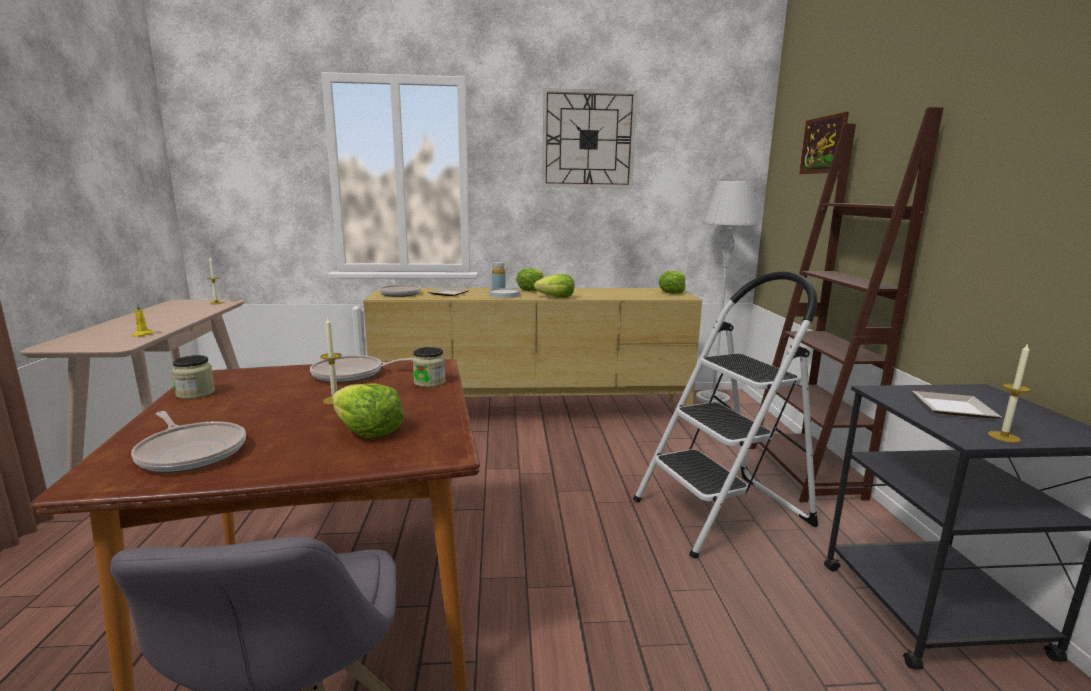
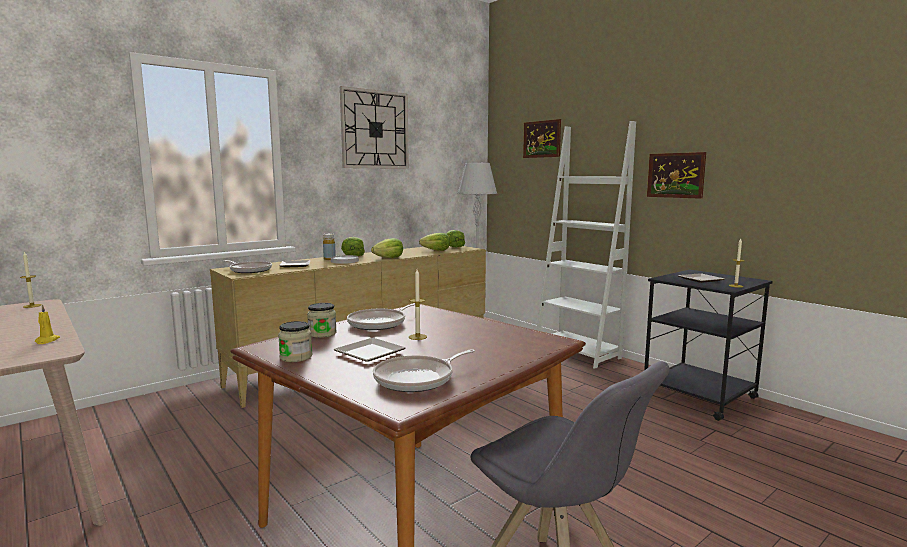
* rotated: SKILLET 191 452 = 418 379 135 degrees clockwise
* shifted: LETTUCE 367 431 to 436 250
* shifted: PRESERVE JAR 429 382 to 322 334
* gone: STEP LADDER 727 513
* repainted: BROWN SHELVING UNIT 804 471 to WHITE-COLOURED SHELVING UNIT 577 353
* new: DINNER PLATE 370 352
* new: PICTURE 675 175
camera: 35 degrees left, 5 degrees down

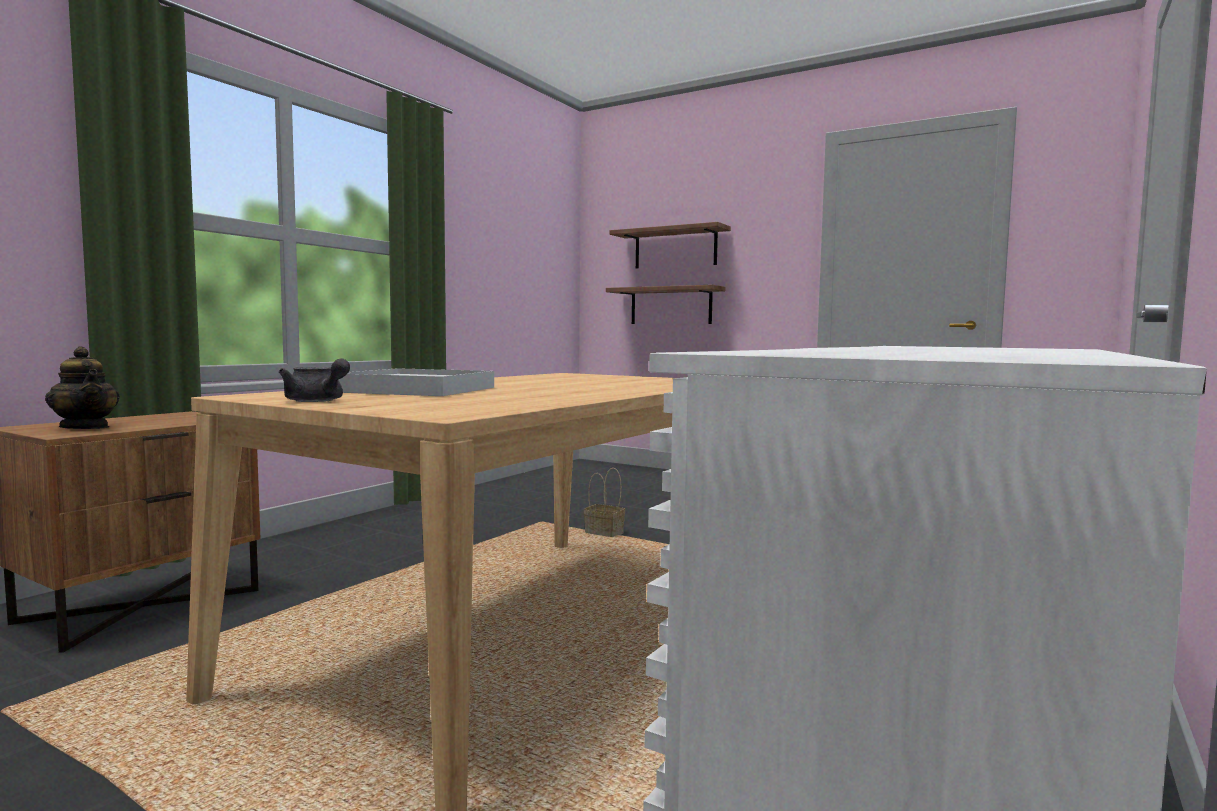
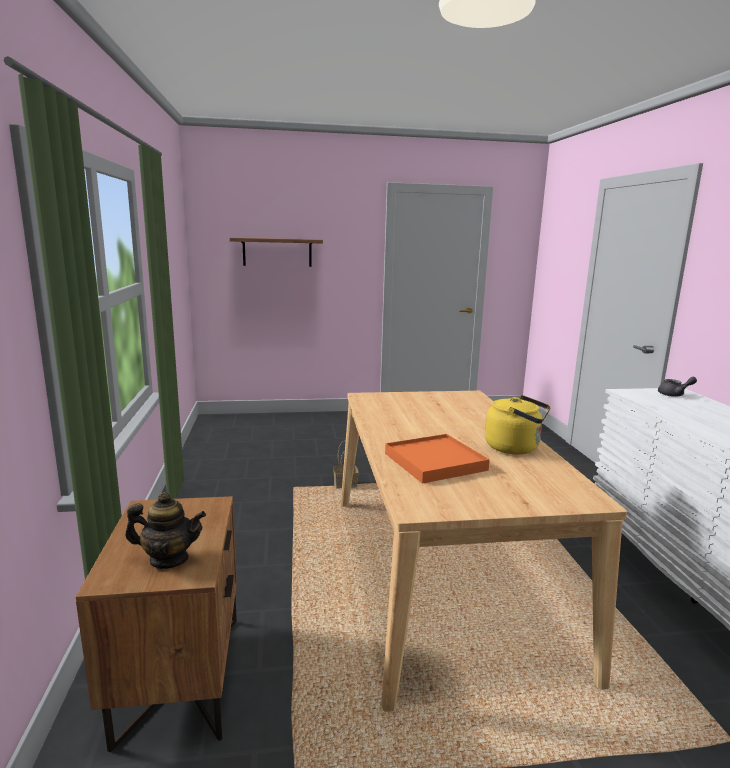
* shifted: GREY TEAPOT 317 401 to 674 394
* repainted: WHITE-COLOURED CARRYING TRAY 418 390 to ORANGE CARRYING TRAY 435 461
* gone: WALL SHELF 671 306
* new: YELLOW KETTLE 515 448
camera: 40 degrees left, 10 degrees up

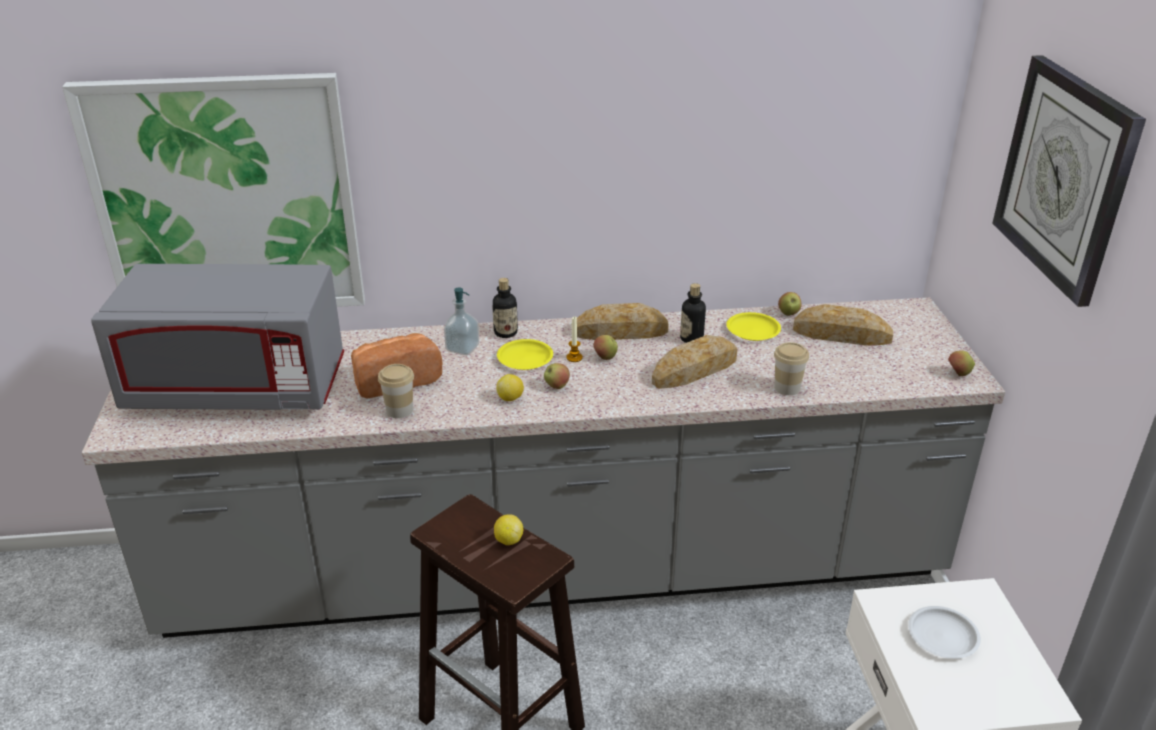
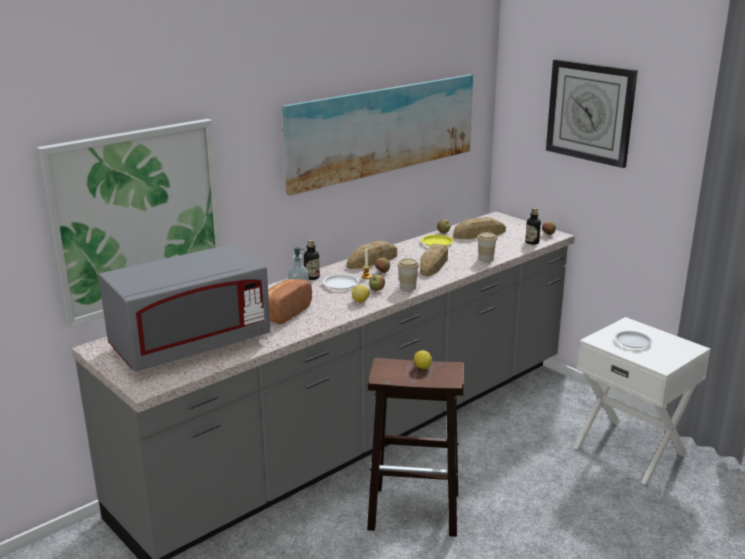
* shifted: SMALL CUP 399 410 to 407 287
* repainted: YELLOW DINNER PLATE 525 358 to WHITE-COLOURED DINNER PLATE 341 284
* shifted: DRINK BOTTLE 691 338 to 532 242
* new: PICTURE 381 129
camera: 35 degrees left, 10 degrees down

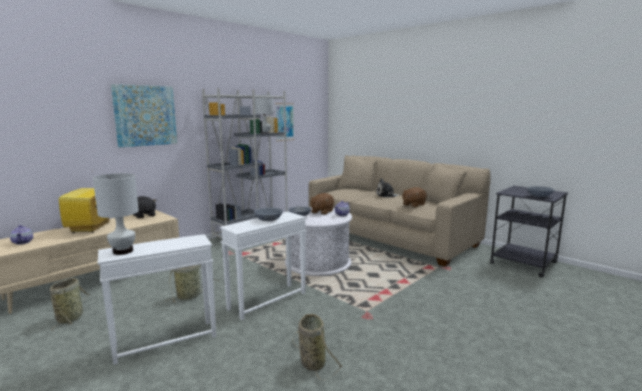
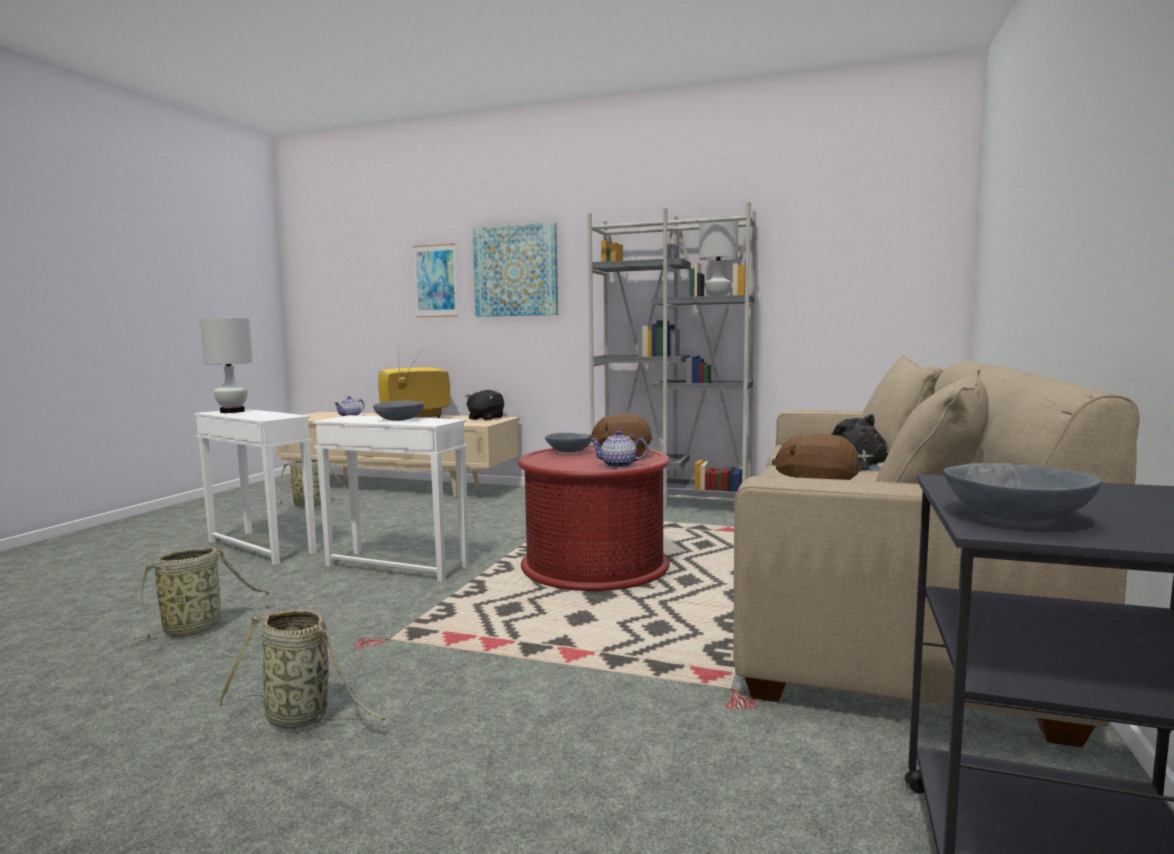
* shifted: STORAGE BASKET 190 296 to 302 718
* shifted: PICTURE 284 122 to 435 281
* repainted: WHITE-COLOURED LOUNGE TABLE 318 262 to RED-COLOURED LOUNGE TABLE 595 565
camera: 65 degrees right, 5 degrees down

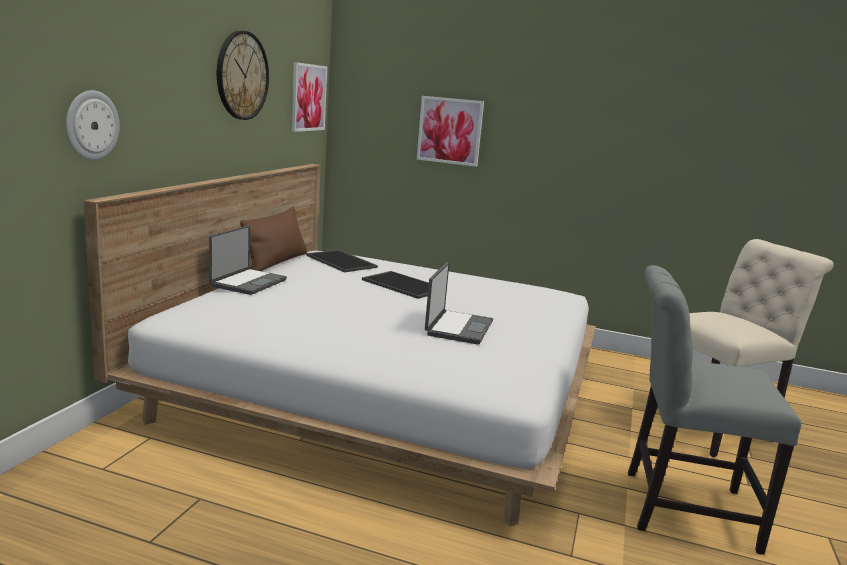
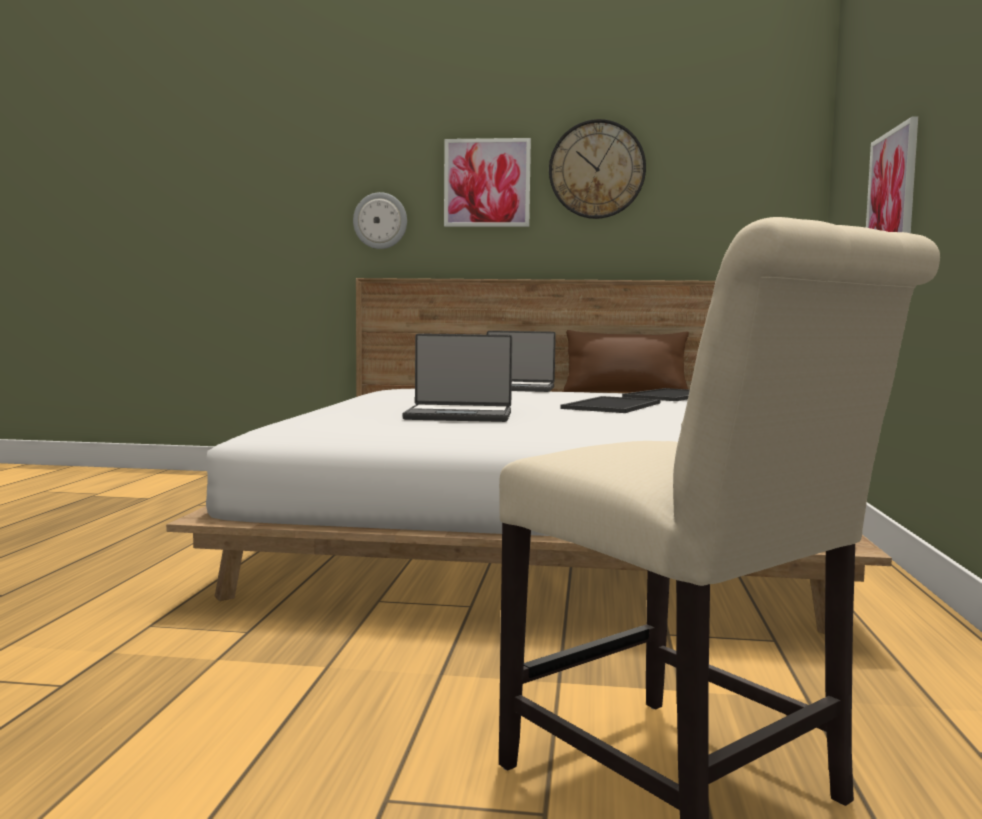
* shifted: PICTURE 308 97 to 487 183
* gone: GREY CHAIR 678 507
camera: 80 degrees right, 10 degrees down

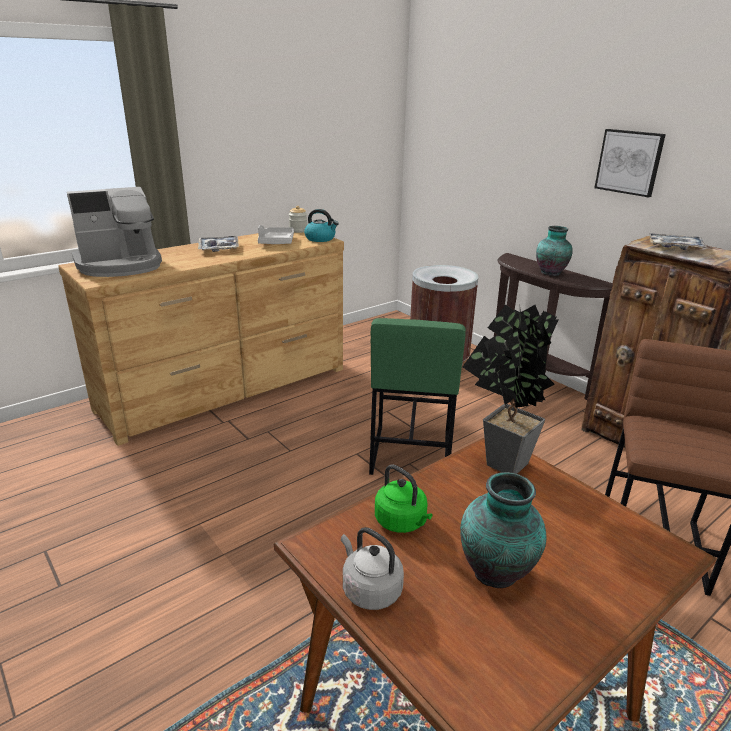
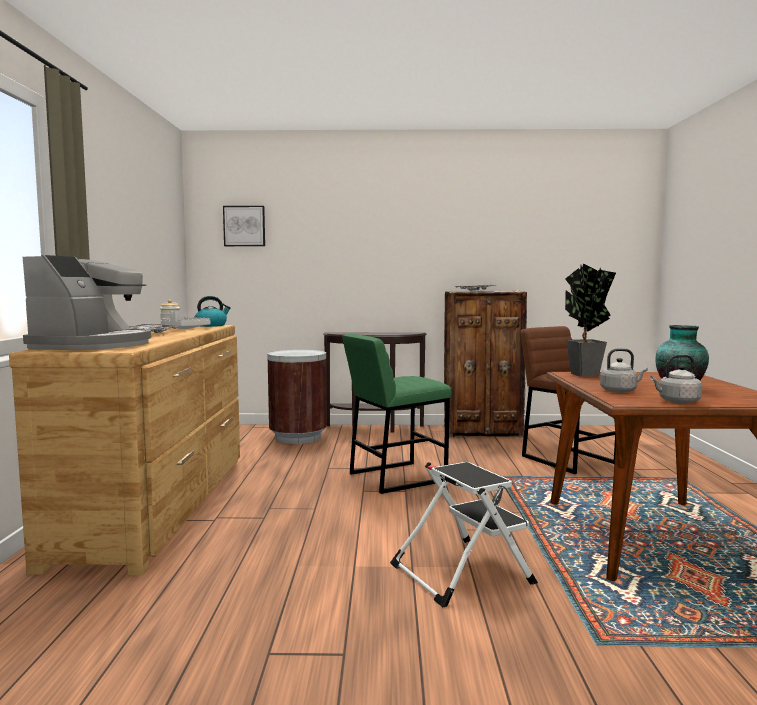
* rotated: GREENISH CHAIR 411 454 = 395 477 105 degrees clockwise
* repainted: GREENISH KETTLE 402 522 to GREY KETTLE 620 391
* gone: DECORATIVE VASE 550 272
* shifted: PICTURE 629 162 to 244 226
* new: STEP LADDER 462 570
camera: 50 degrees left, 20 degrees down

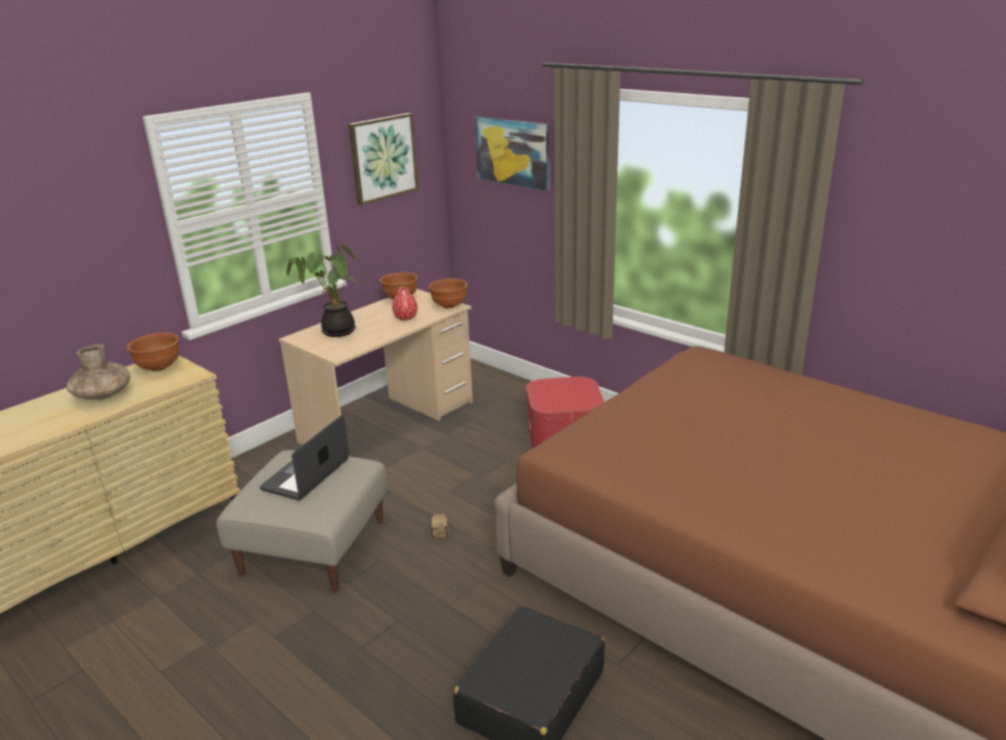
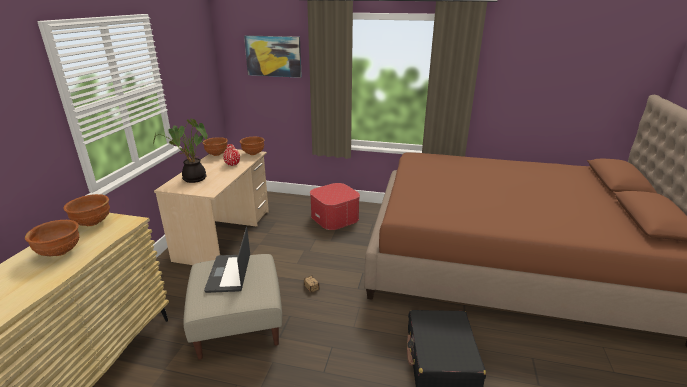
* swapped: BROWN DECORATIVE VASE 103 395 to BROWN SERVING BOWL 60 252
* gone: PICTURE 383 158
camera: 30 degrees left, 0 degrees up

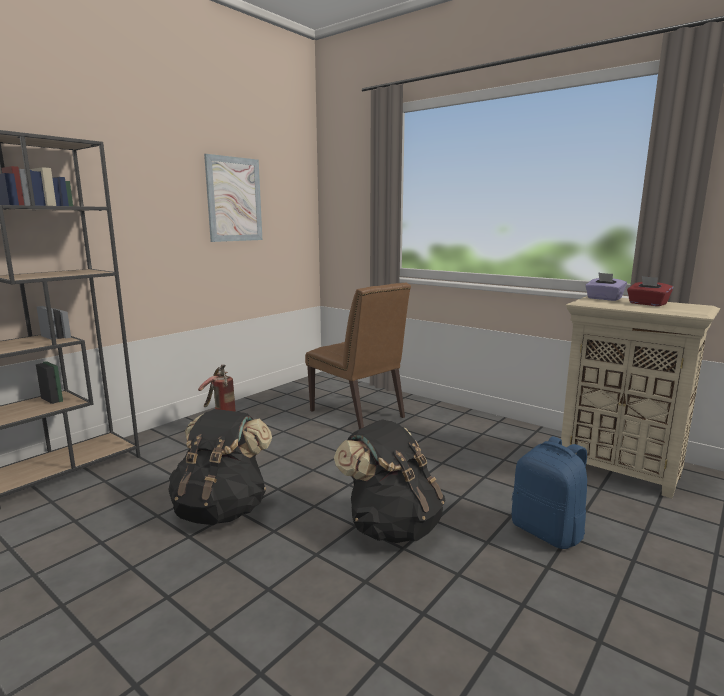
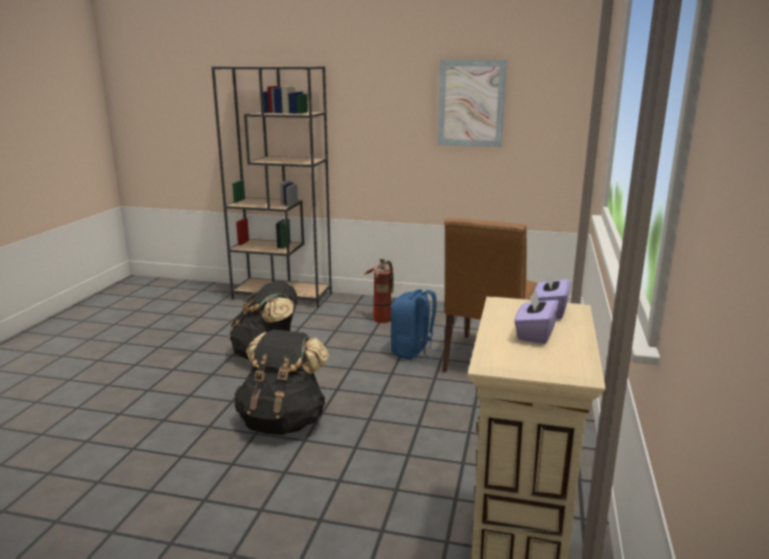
* shifted: BLUISH KNAPSACK 548 532 to 413 352
* repainted: RED-COLOURED BOX OF TISSUES 647 304 to PURPLE BOX OF TISSUES 535 334
camera: 65 degrees right, 5 degrees up

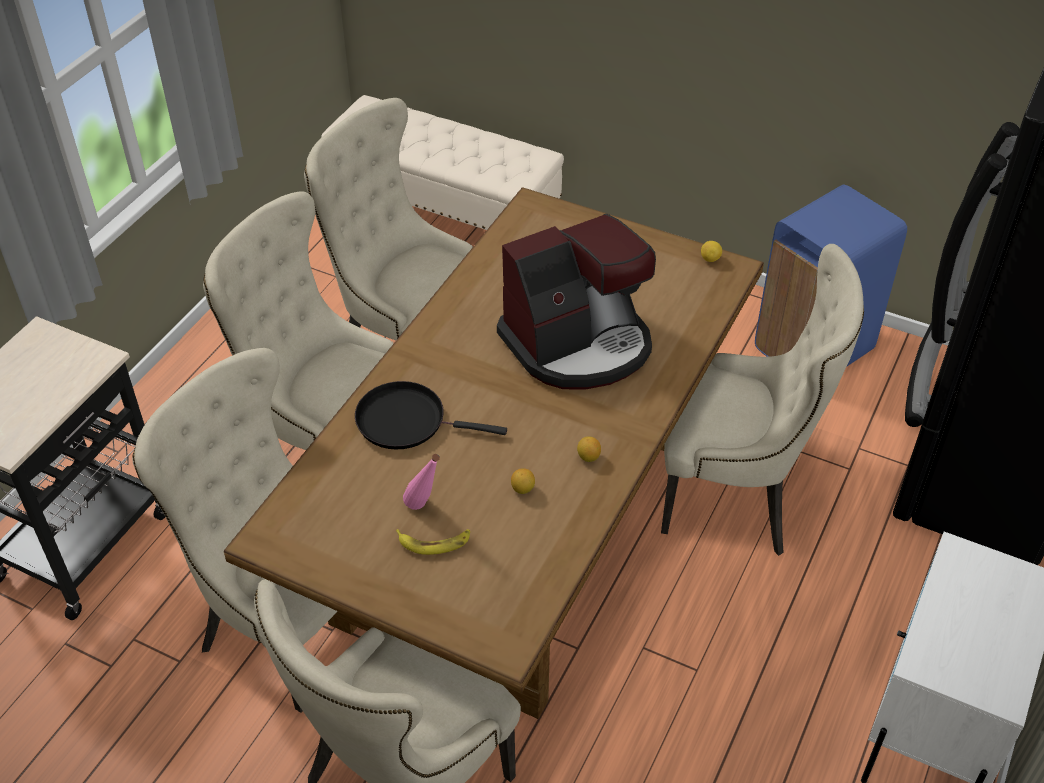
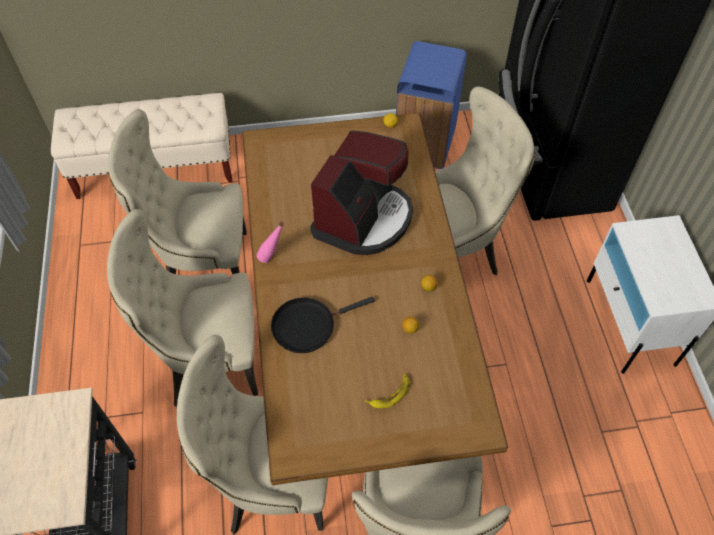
* shifted: PINK DRINK BOTTLE 424 509 to 273 258
camera: 35 degrees left, 10 degrees up

